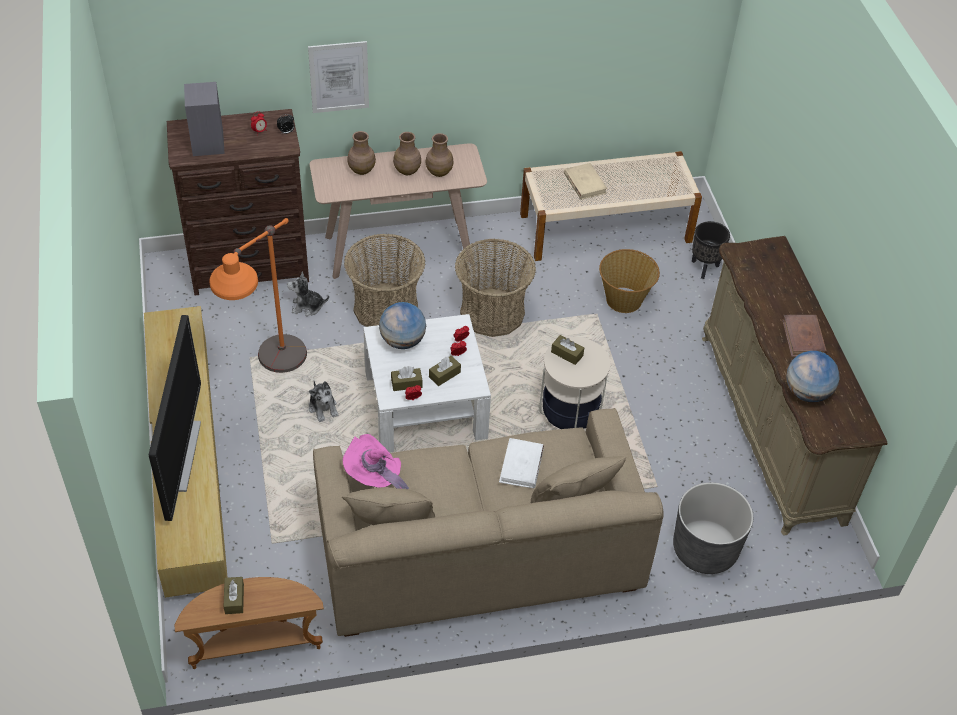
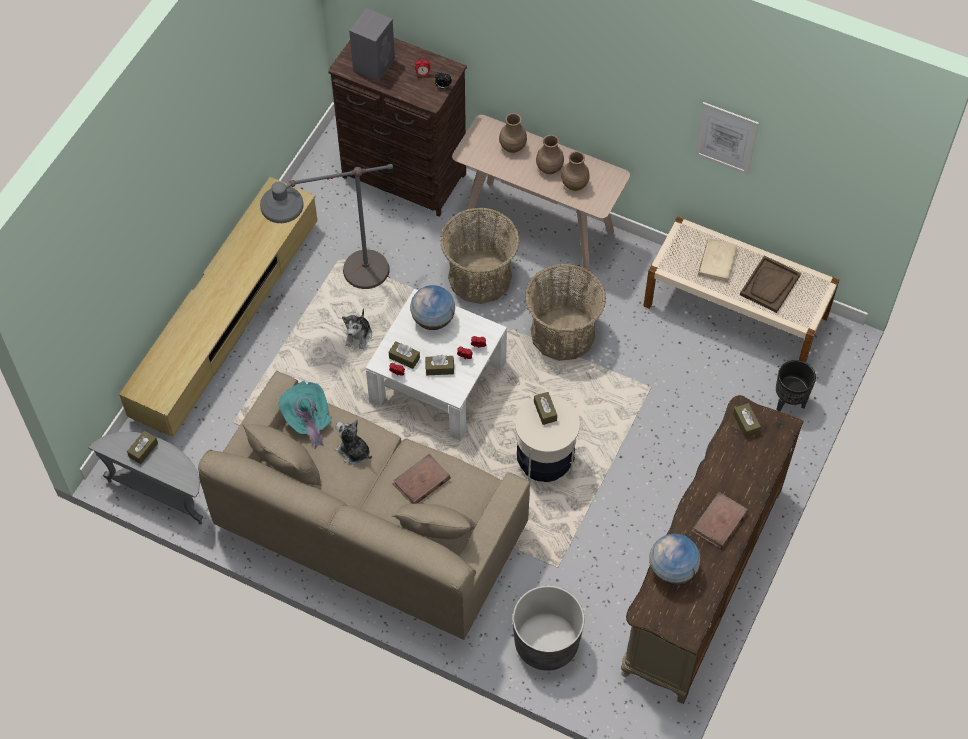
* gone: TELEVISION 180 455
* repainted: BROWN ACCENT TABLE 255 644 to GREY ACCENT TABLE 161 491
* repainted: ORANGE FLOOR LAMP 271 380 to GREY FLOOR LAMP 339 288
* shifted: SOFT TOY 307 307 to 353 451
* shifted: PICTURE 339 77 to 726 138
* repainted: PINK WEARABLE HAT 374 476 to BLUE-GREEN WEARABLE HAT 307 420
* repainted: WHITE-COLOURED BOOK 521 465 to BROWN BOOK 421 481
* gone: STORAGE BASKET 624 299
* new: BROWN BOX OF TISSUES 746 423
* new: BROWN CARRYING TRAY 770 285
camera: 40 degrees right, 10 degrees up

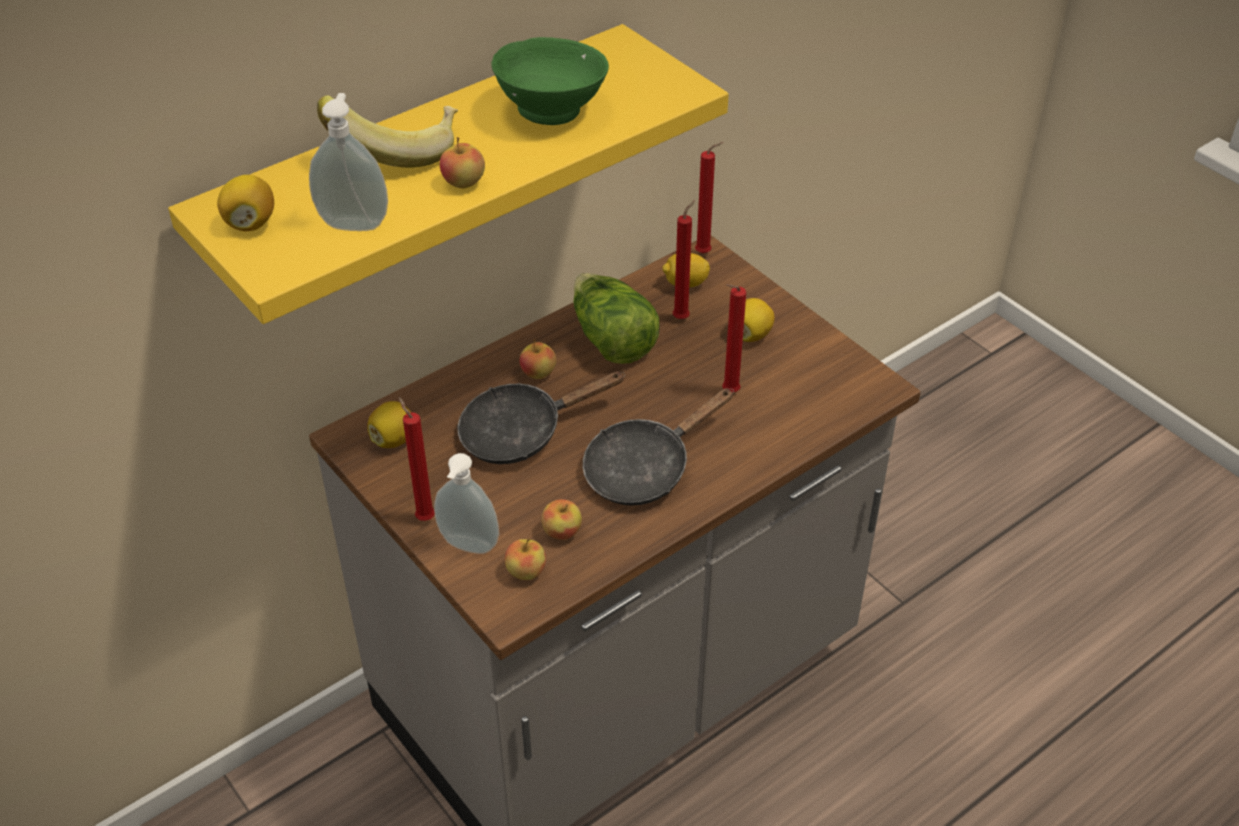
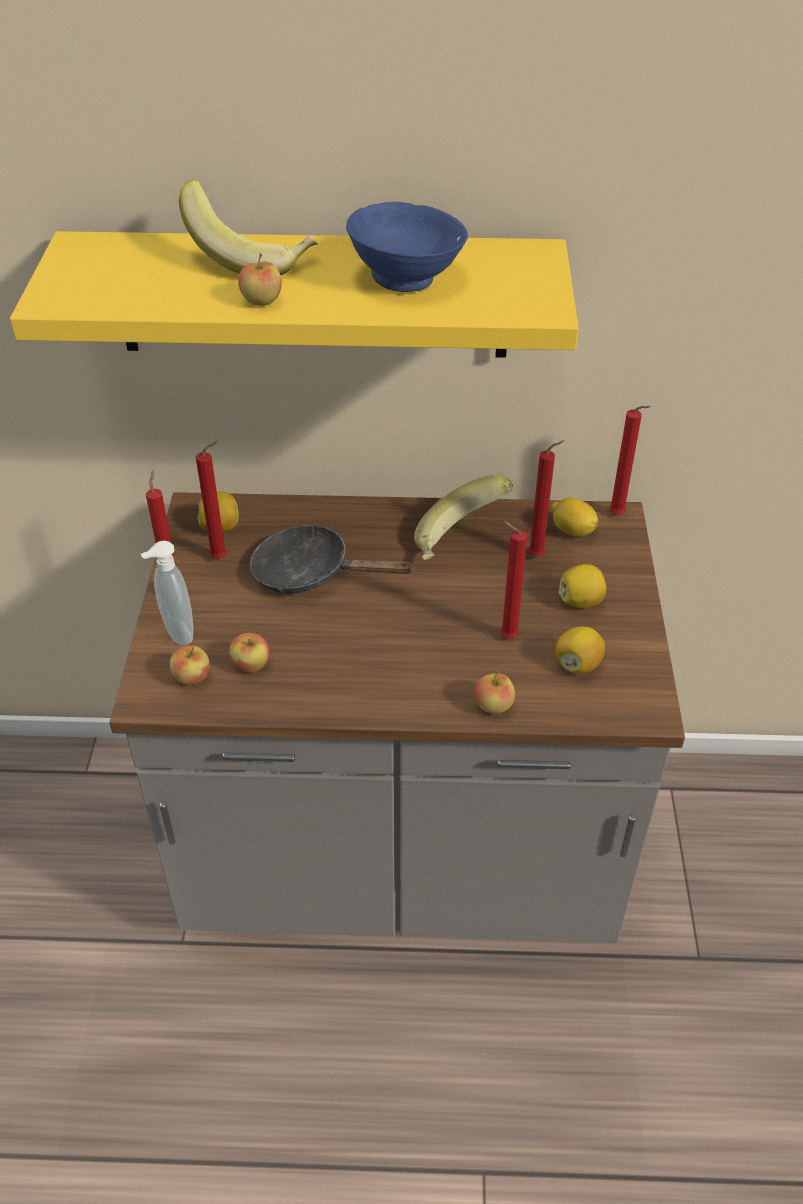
* shifted: LEMON 250 223 to 577 664
* gone: LIQUID SOAP BOTTLE 354 222
* repainted: GREENISH SERVING BOWL 553 110 to BLUISH SERVING BOWL 408 279
* shifted: WHOLE APPLE 538 373 to 493 706
* swapped: LETTUCE 611 339 to BANANA 460 542
* gone: BLACKISH SKILLET 644 468
* new: RED-COLOURED WAX CANDLE 222 557
camera: 40 degrees right, 0 degrees up

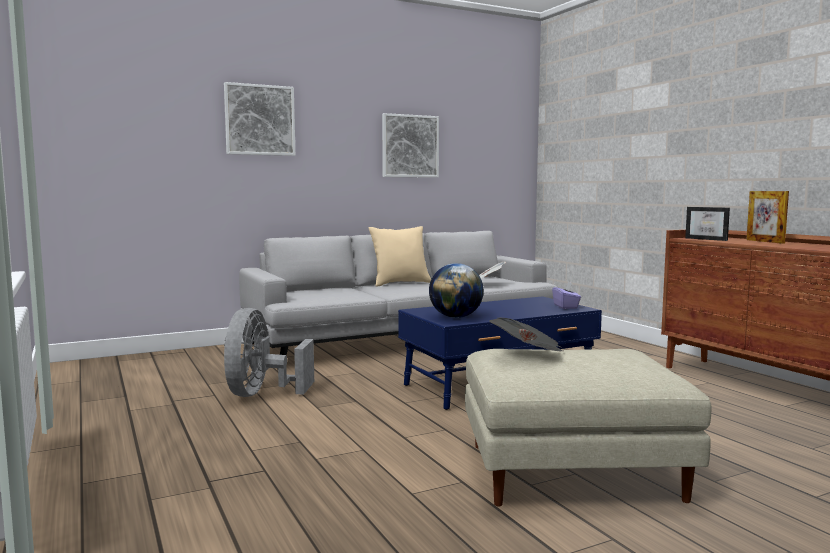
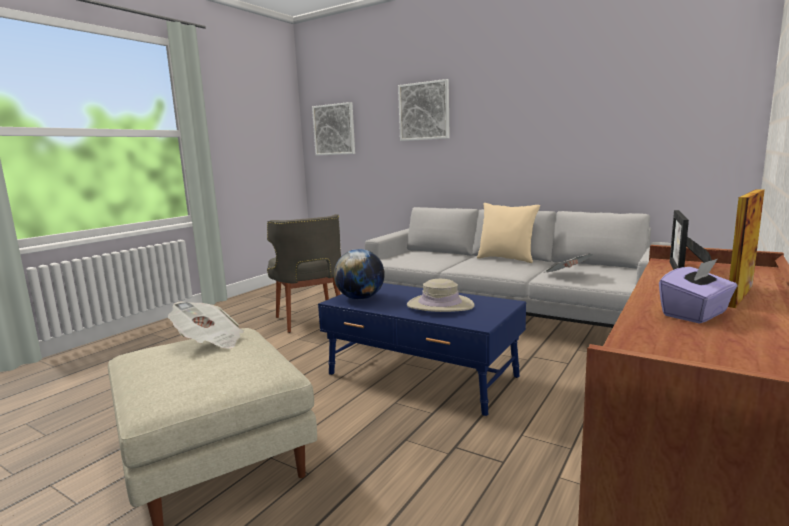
* swapped: GREY ELECTRIC FAN 261 394 to GREY CHAIR 310 320
* shifted: PICTURE 410 146 to 334 129
* shifted: PURPLE BOX OF TISSUES 566 306 to 696 314
* new: SAND-COLOURED WEARABLE HAT 440 305
camera: 60 degrees right, 5 degrees up

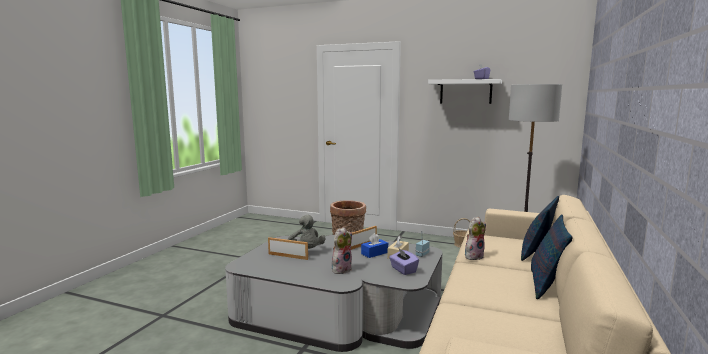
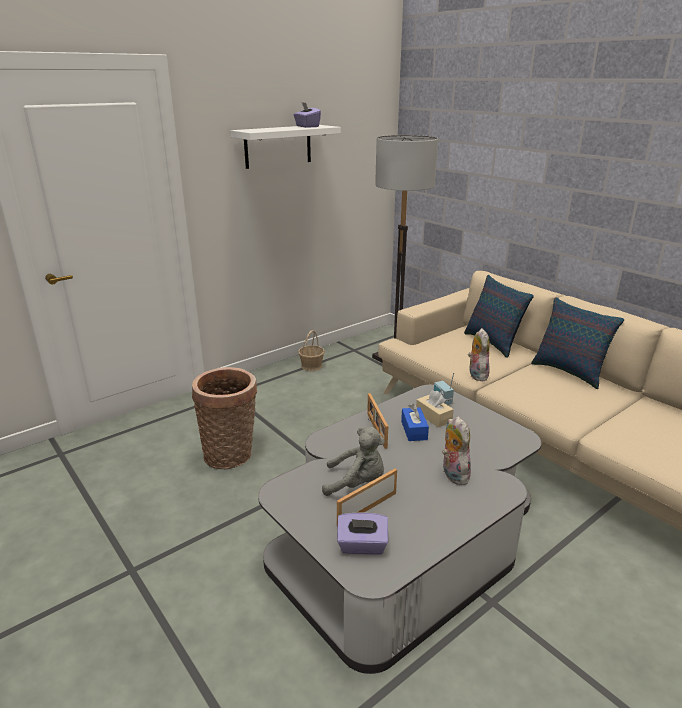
* shifted: PURPLE BOX OF TISSUES 403 270 to 362 546
camera: 60 degrees left, 15 degrees up

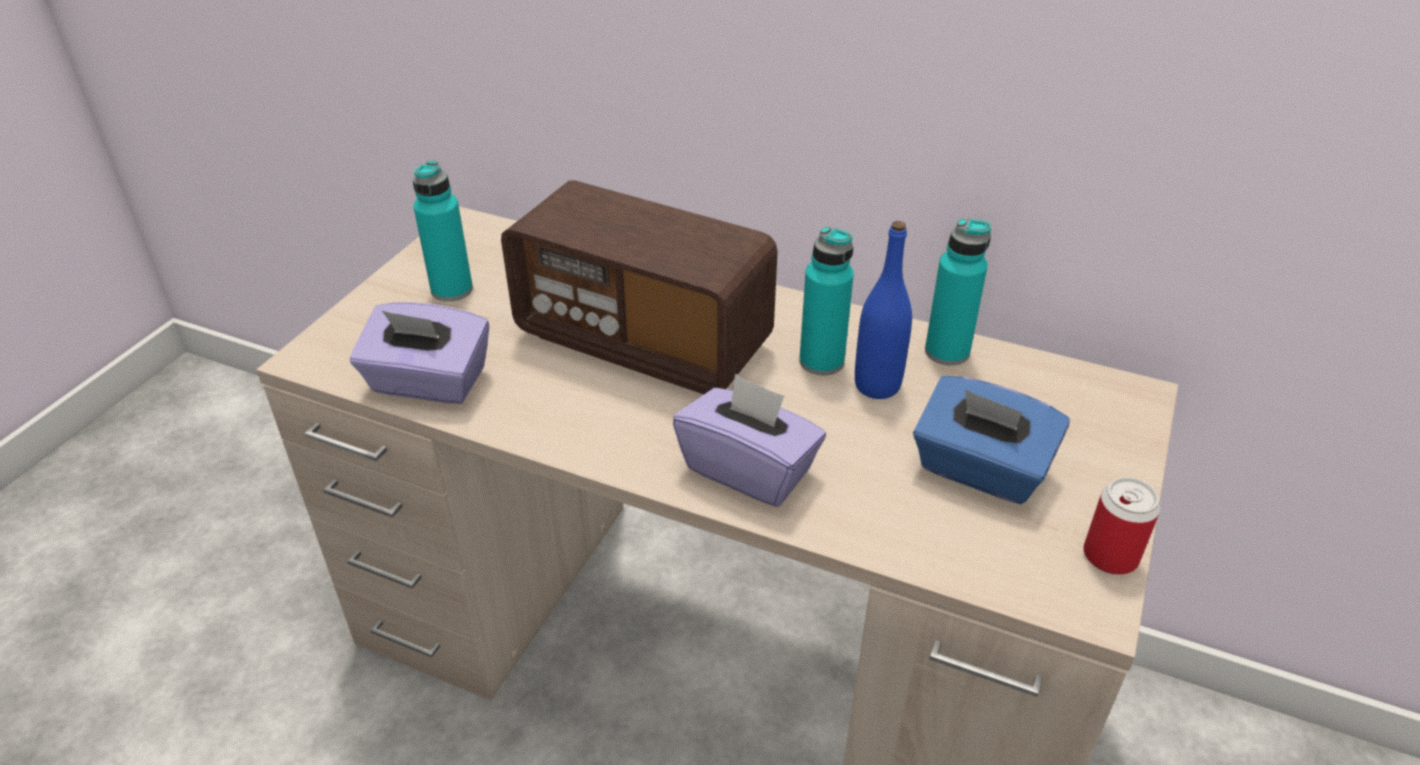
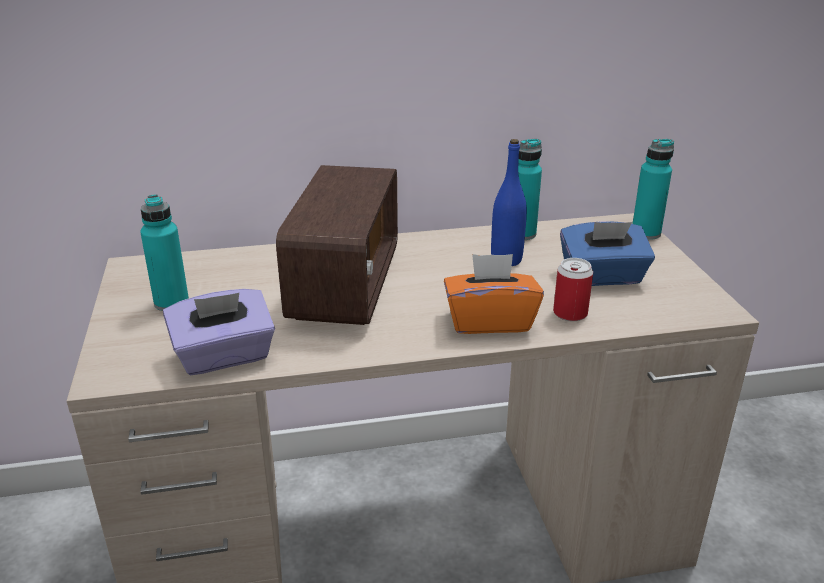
* rotated: RADIO RECEIVER 643 340 = 345 285 75 degrees counterclockwise
* repainted: PURPLE BOX OF TISSUES 749 469 to ORANGE BOX OF TISSUES 489 321
* shifted: BLUE-GREEN DRINK BOTTLE 821 361 to 645 233
* shifted: METAL CAN 1110 556 to 570 313
camera: 35 degrees left, 10 degrees down

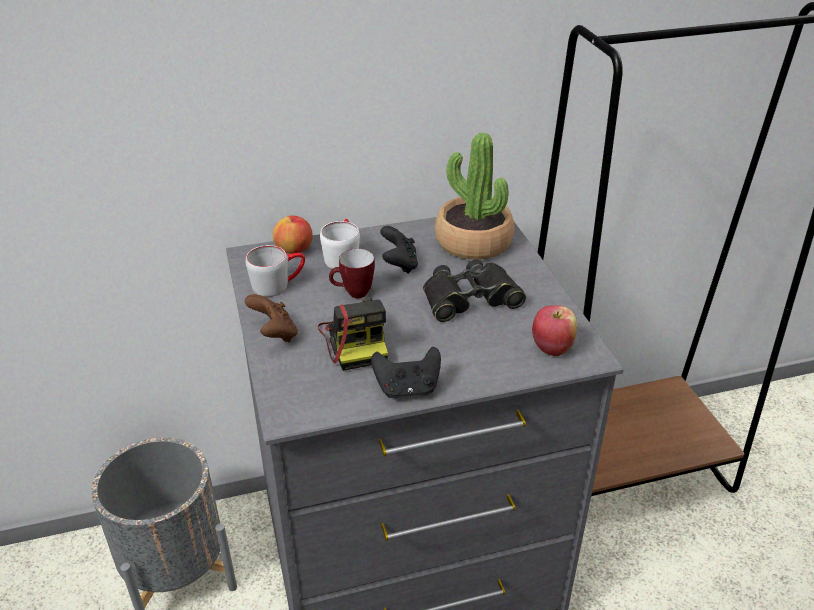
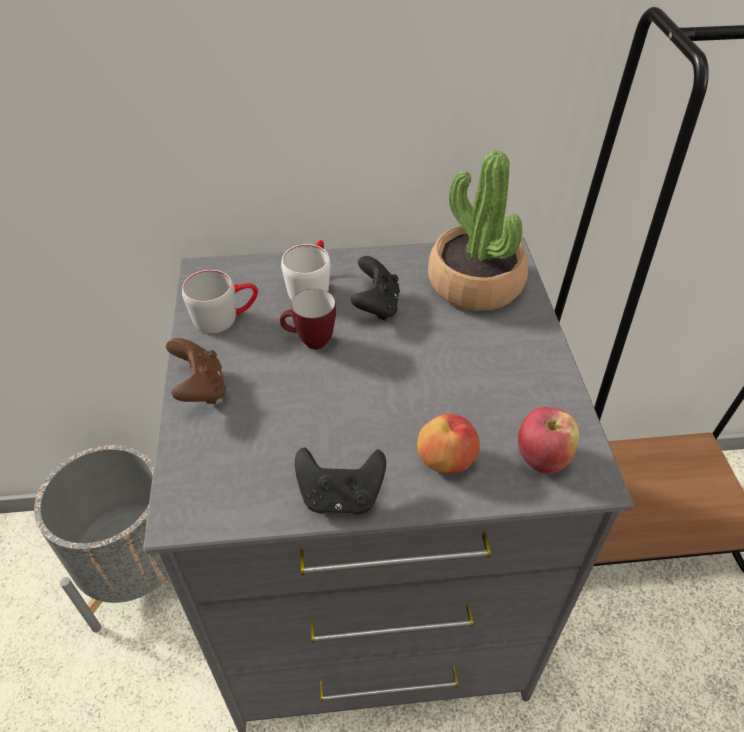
* shifted: WHOLE APPLE 294 250 to 446 460
* gone: PHOTO CAMERA 356 340
* gone: BLACKISH BINOCULARS 470 298
camera: 10 degrees right, 10 degrees up

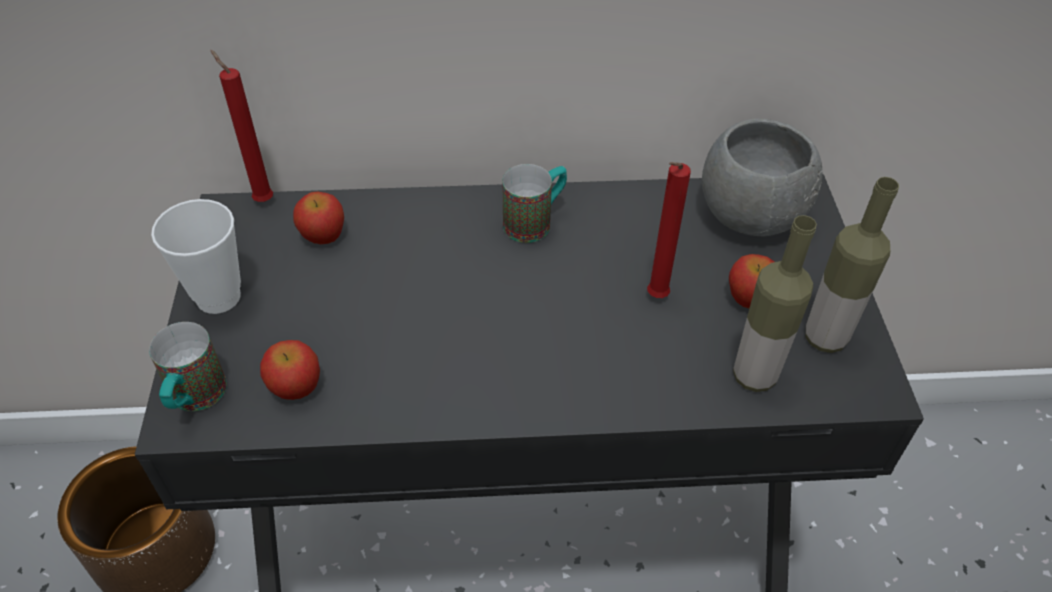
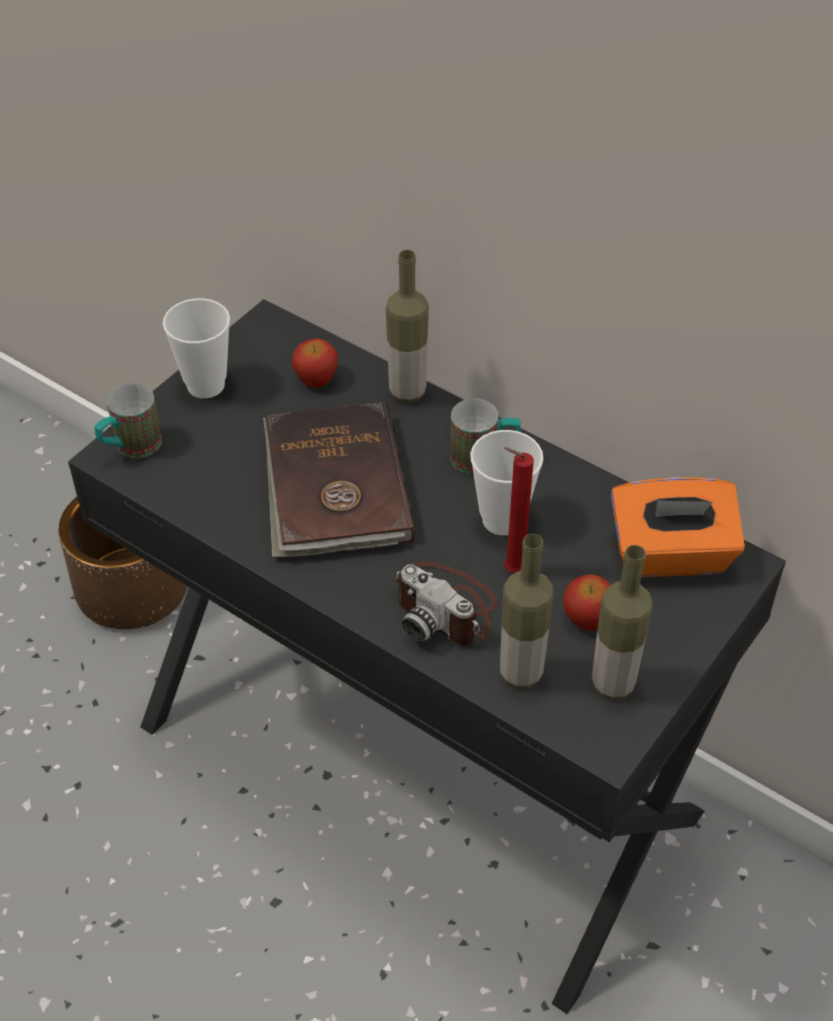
* gone: RED-COLOURED WAX CANDLE 262 199
* gone: WHOLE APPLE 295 387
* swapped: GREY SERVING BOWL 750 215 to ORANGE BOX OF TISSUES 670 555
* new: BROWN BOOK 334 487
* new: DRINK BOTTLE 407 392
* new: PHOTO CAMERA 446 607
* new: SMALL CUP 502 520
camera: 40 degrees right, 0 degrees up

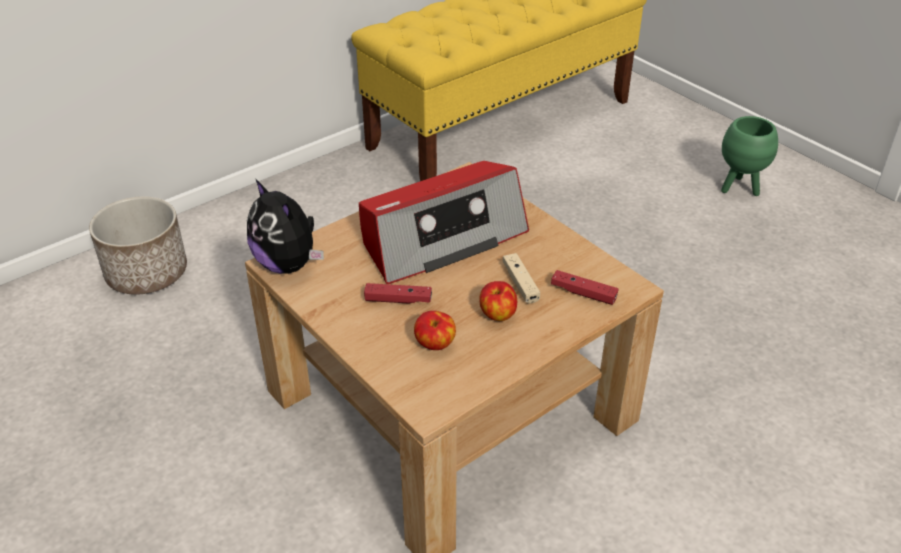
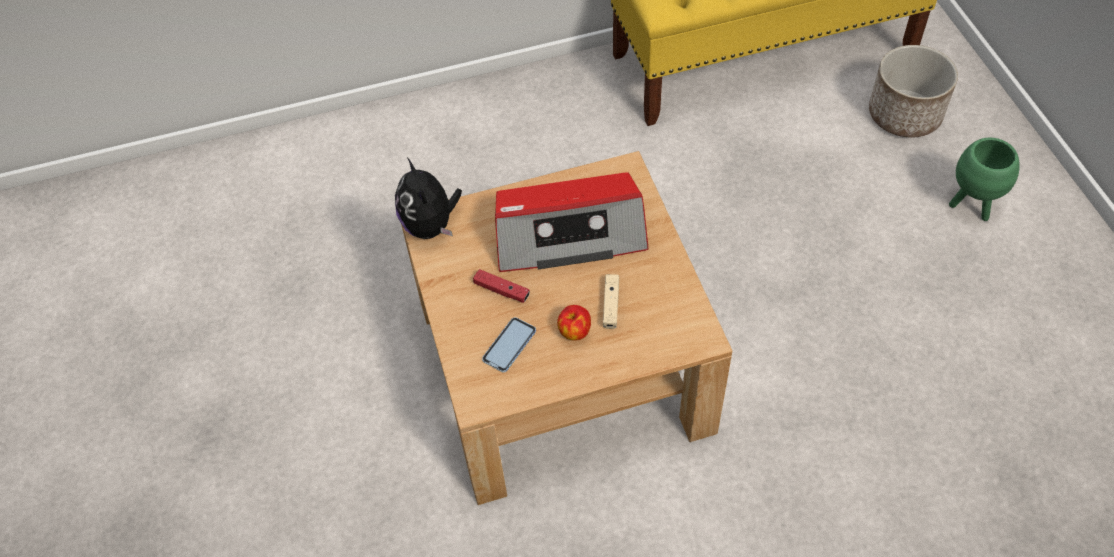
* shifted: PLANT POT 146 274 to 904 115
* swapped: WHOLE APPLE 435 345 to HANDSET 509 345
* gone: RED-COLOURED GAME CONTROLLER 583 293
camera: 25 degrees right, 15 degrees up

